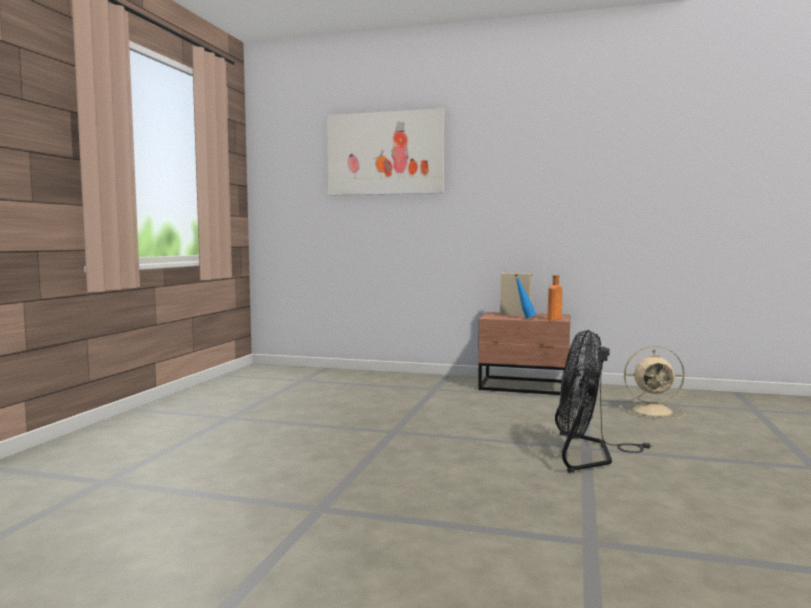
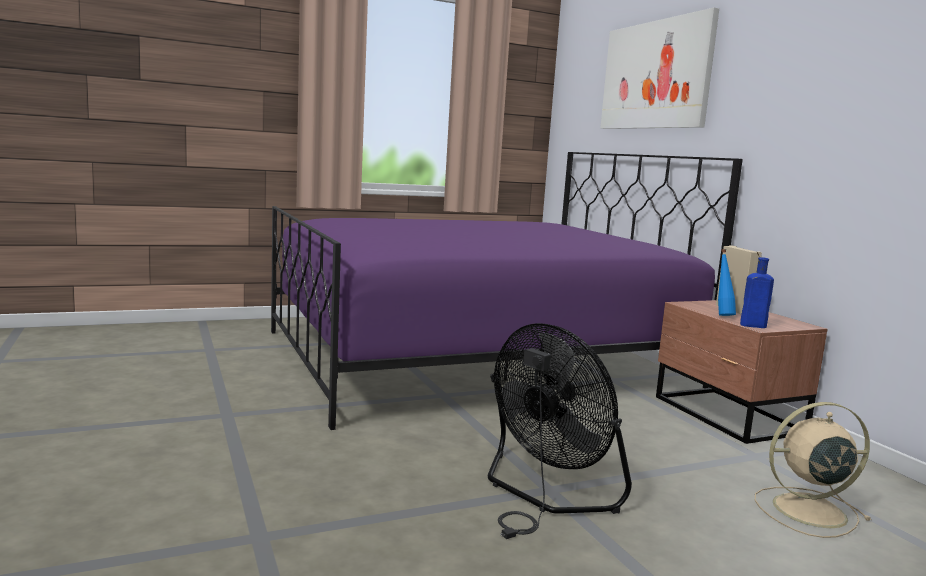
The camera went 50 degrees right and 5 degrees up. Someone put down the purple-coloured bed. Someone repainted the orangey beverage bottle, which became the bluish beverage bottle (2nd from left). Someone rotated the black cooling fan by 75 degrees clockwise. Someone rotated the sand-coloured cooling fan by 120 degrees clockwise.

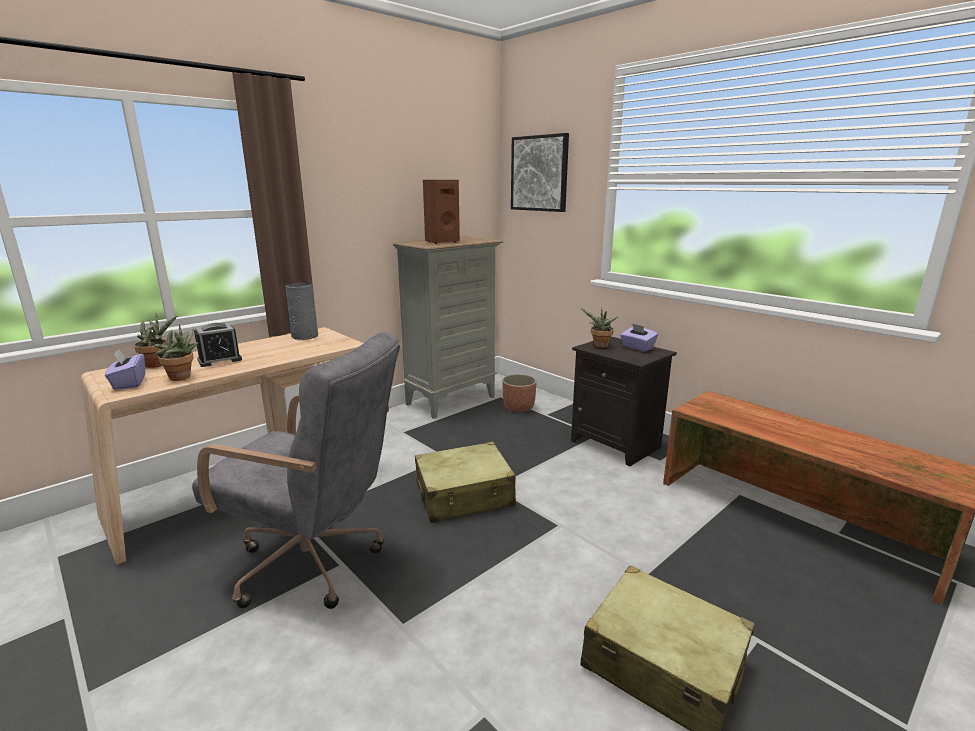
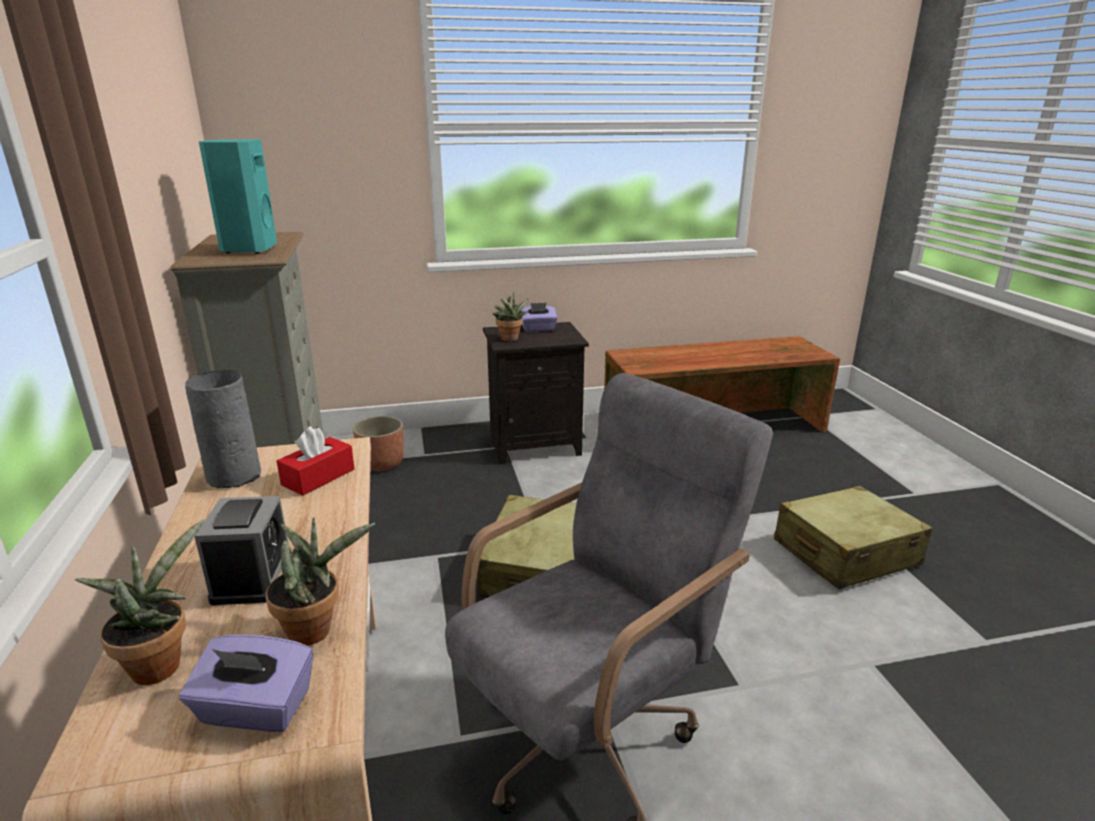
The camera went 60 degrees left and 5 degrees up. Someone took away the picture. Someone put down the red-coloured tissue holder. Someone repainted the brownish speaker, which became the turquoise speaker.

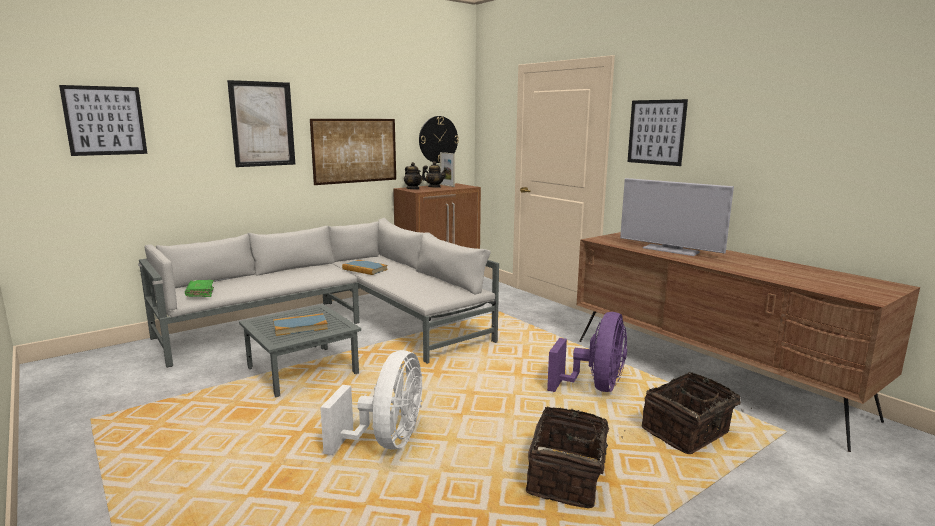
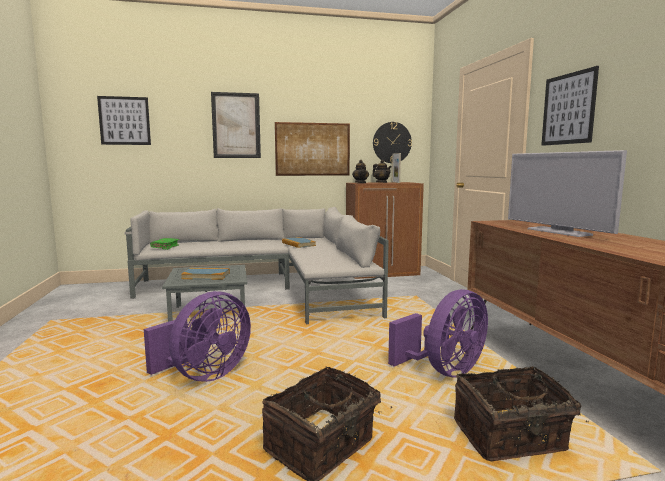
The camera went 25 degrees right and 5 degrees down. Someone repainted the whitish cooling fan, which became the purple-coloured cooling fan (1st from left).

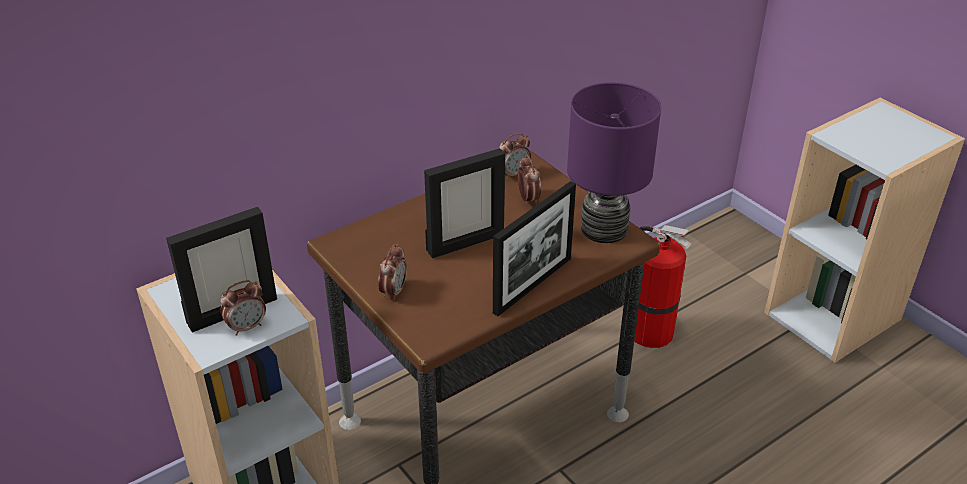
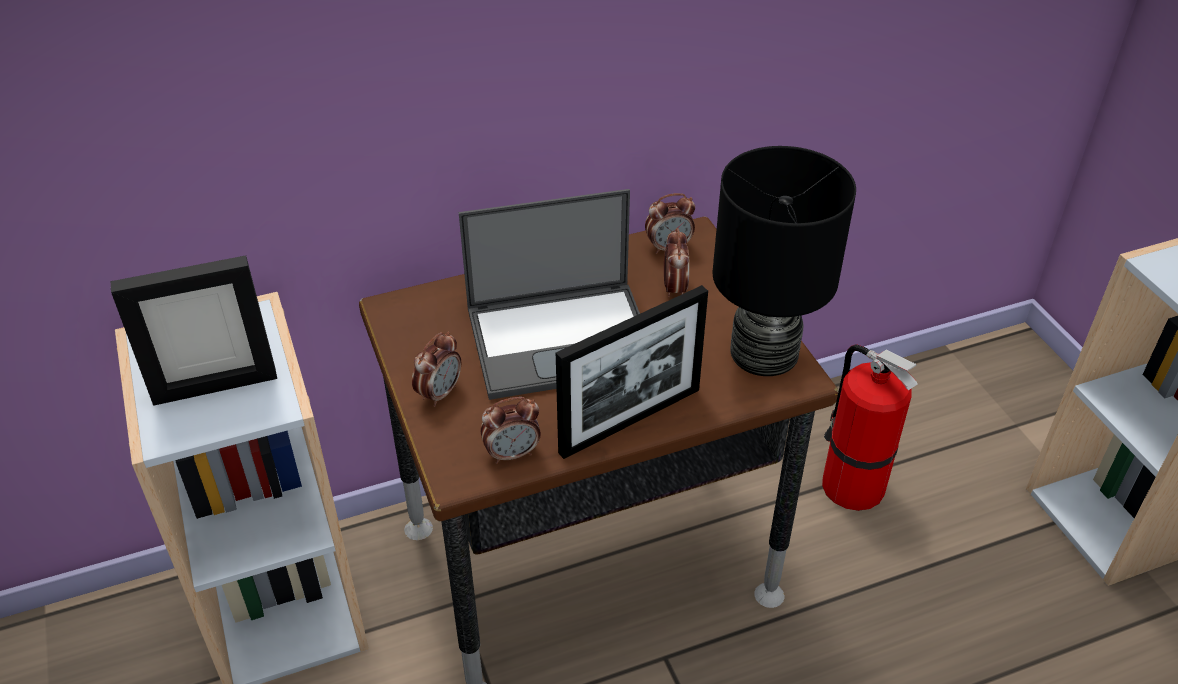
The camera went 15 degrees right and 5 degrees up. Someone carried the alarm clock (1st from left in the first image). Someone swapped the picture frame (2nd from left) for the portable computer. Someone repainted the purple-coloured tabletop lamp, which became the black tabletop lamp.

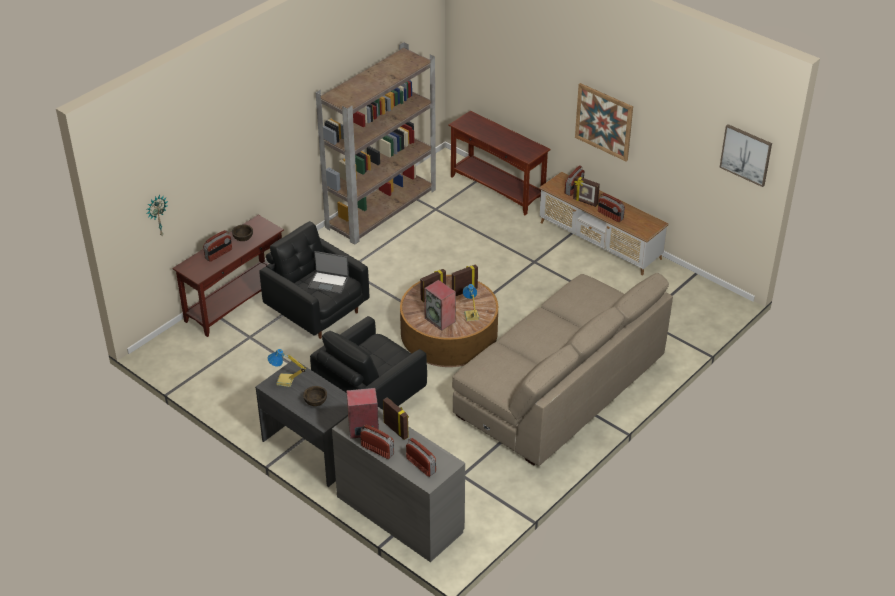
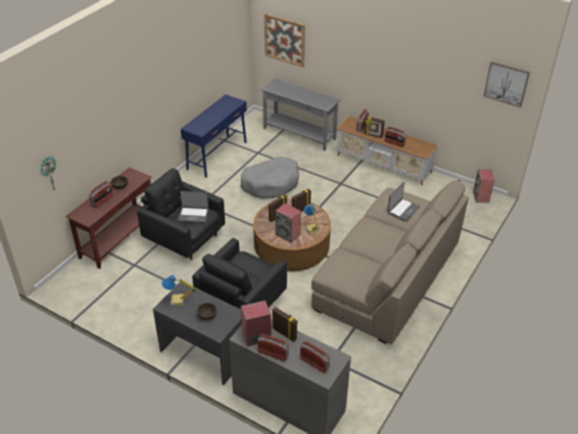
The camera went 10 degrees left and 0 degrees up. Someone put down the grey dog bed. Someone put down the portable computer (2nd from left). Someone put down the speaker (3rd from left). Someone carried the picture (1st from left). Someone swapped the brownish bookcase for the bluish narrow table. Someone repainted the brownish narrow table (2nd from left), which became the grey narrow table.

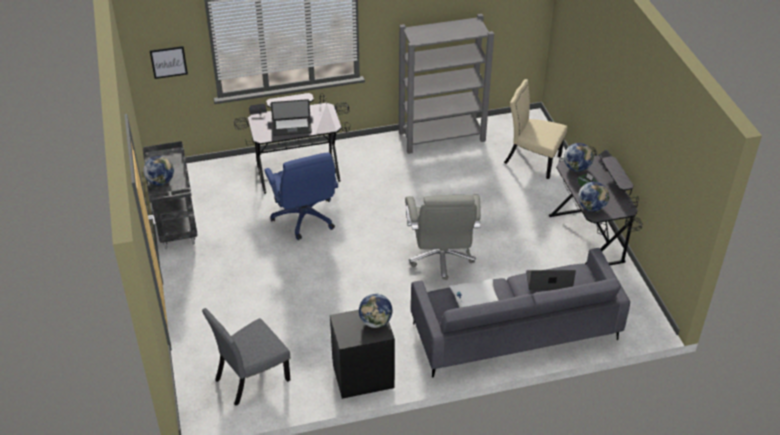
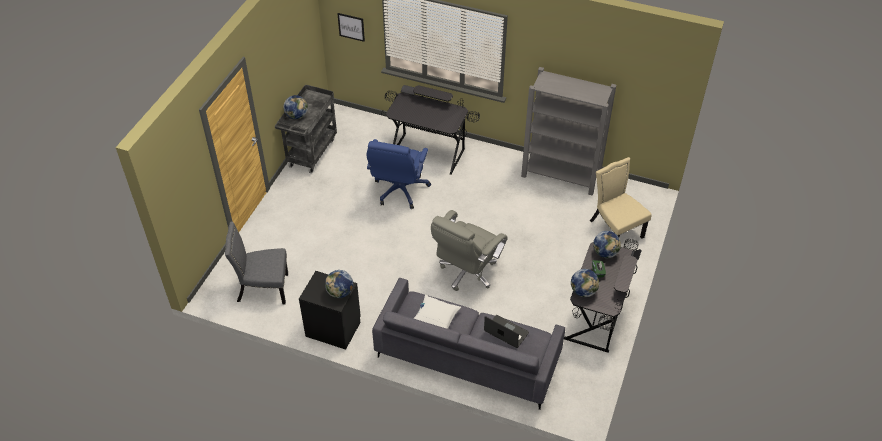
The camera went 35 degrees right and 5 degrees up. Someone took away the portable computer (1st from left).

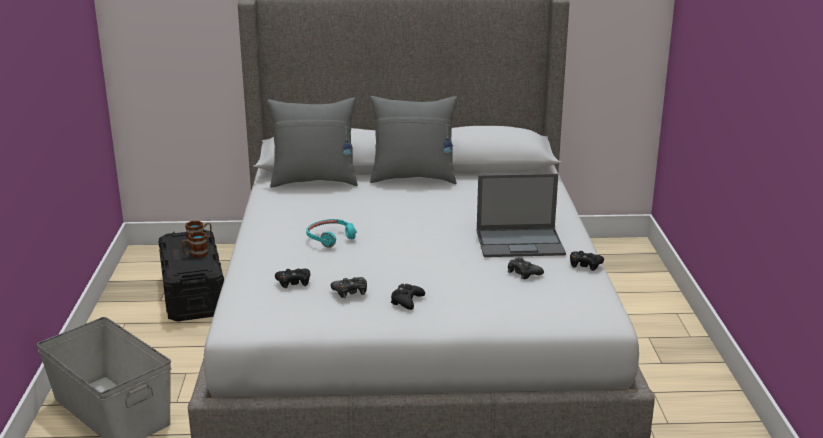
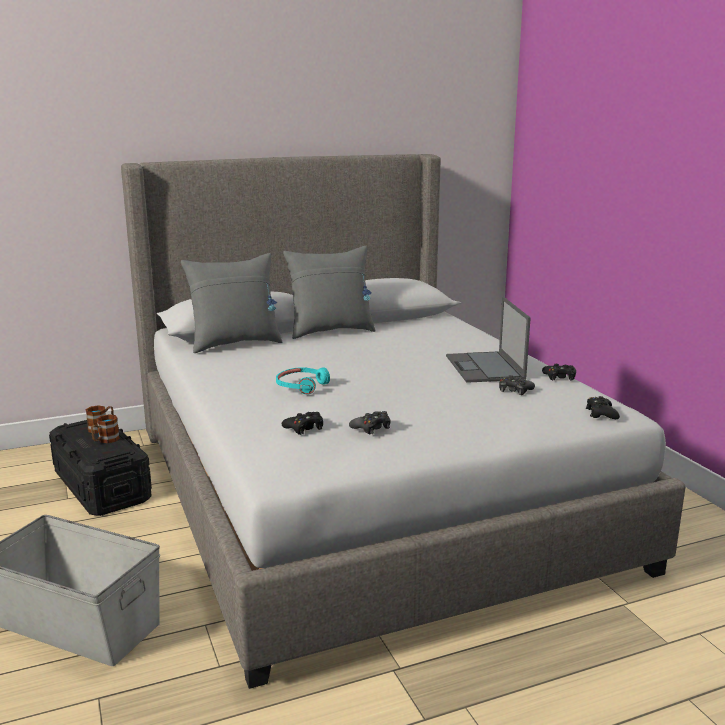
The camera went 20 degrees left and 5 degrees down. Someone carried the black joypad (3rd from left in the first image). Someone rotated the portable computer by 105 degrees clockwise.

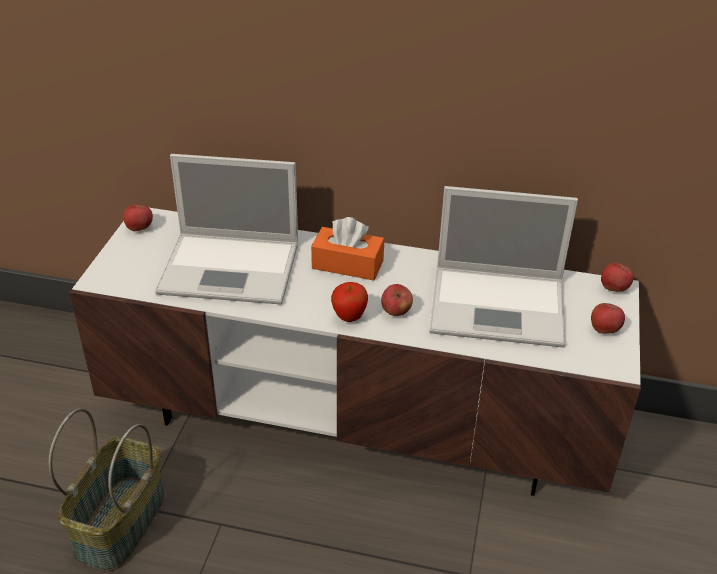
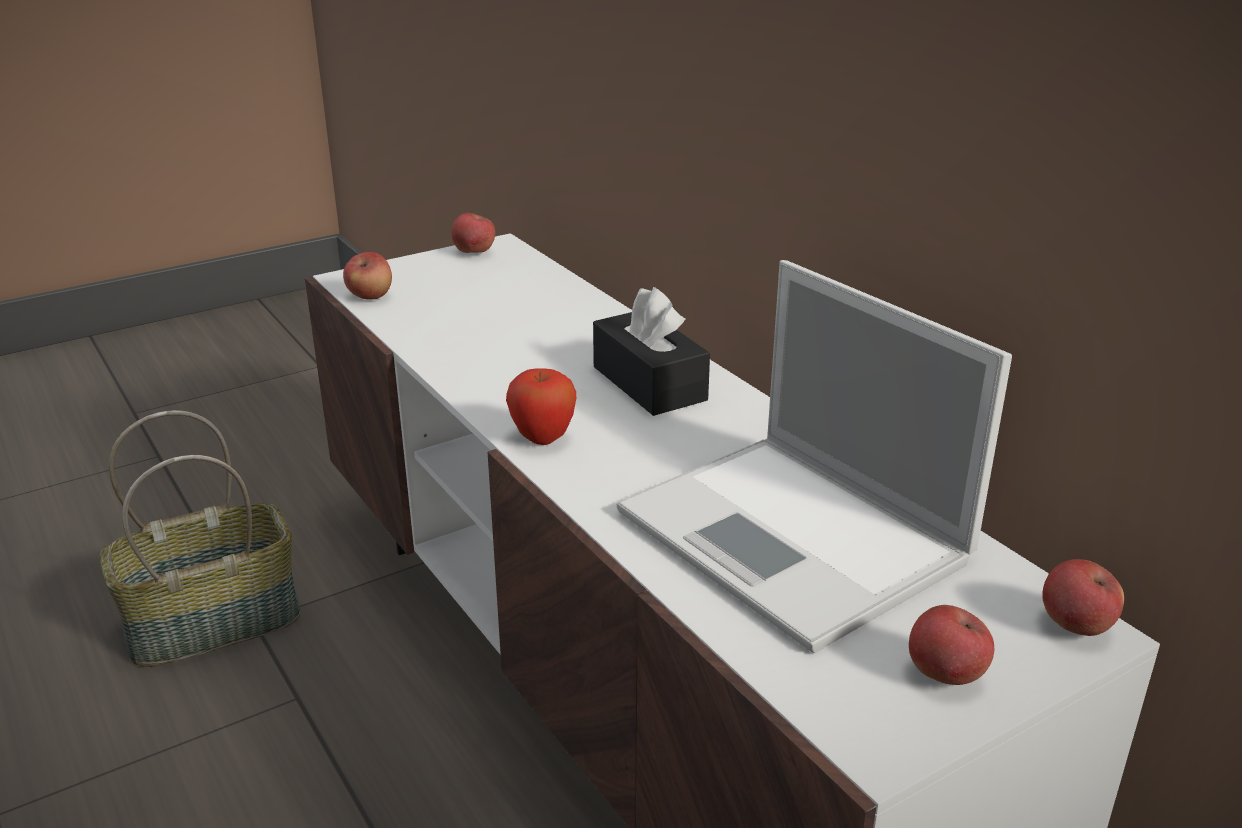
The camera went 45 degrees right and 10 degrees down. Someone took away the portable computer (1st from left). Someone carried the apple fruit (3rd from left in the first image). Someone repainted the orangey tissue holder, which became the black tissue holder.

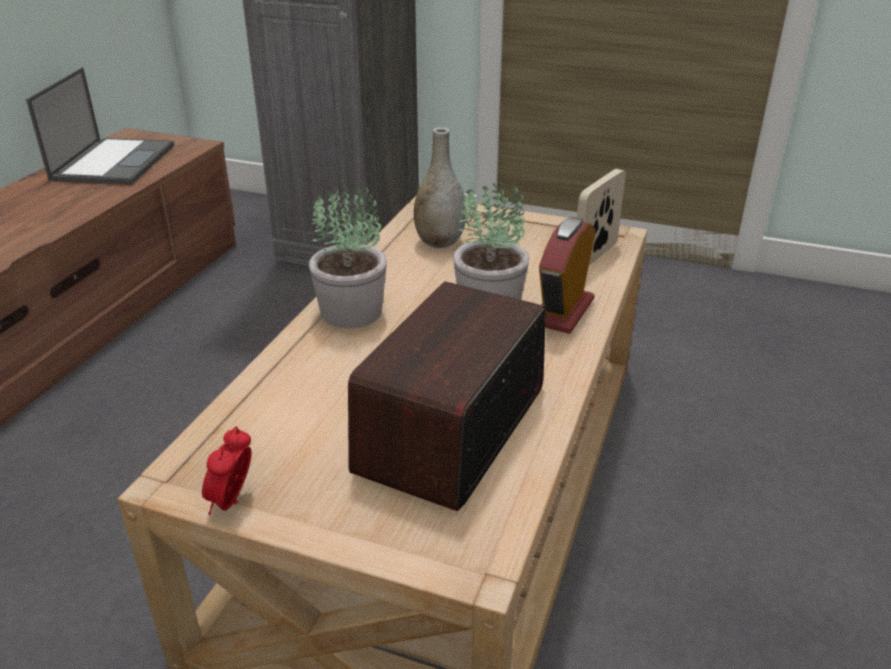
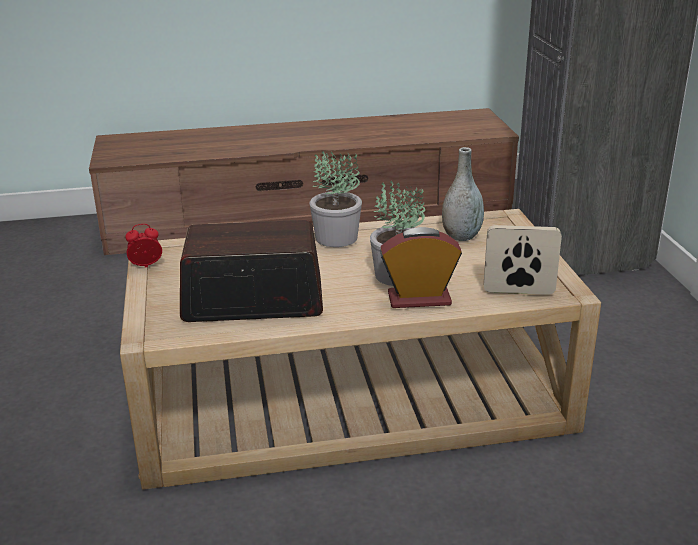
The camera went 60 degrees right and 5 degrees down. Someone took away the portable computer.

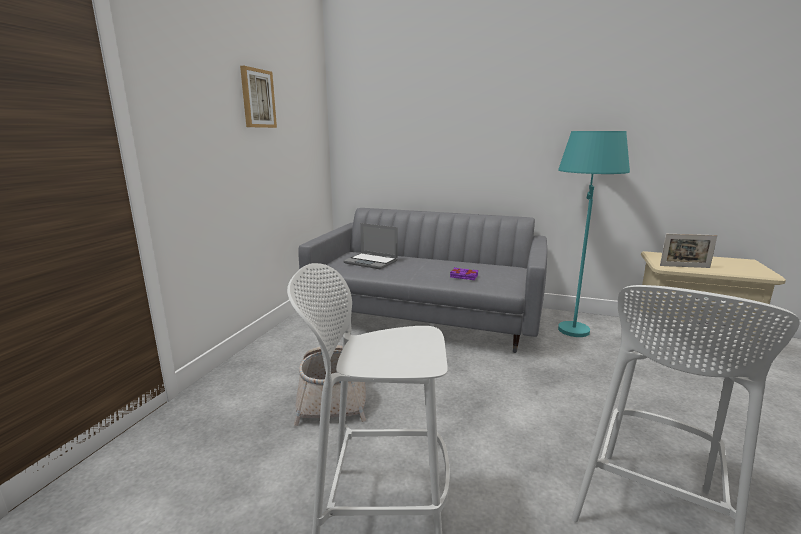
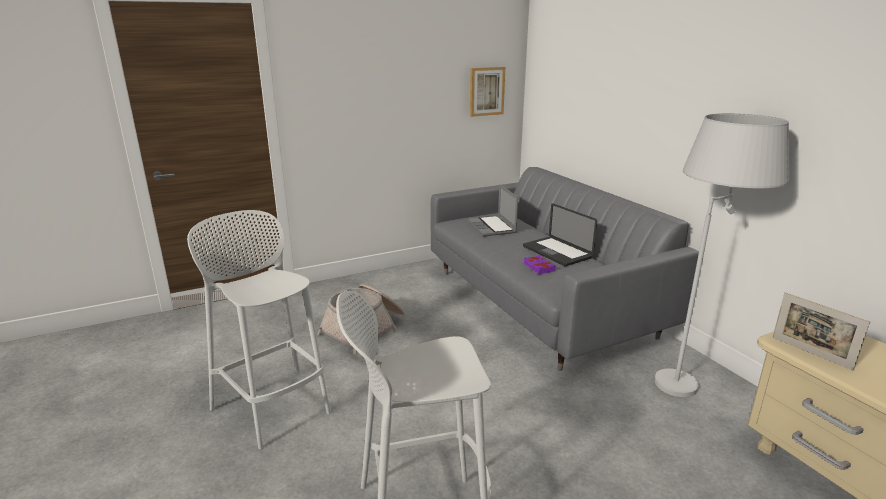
The camera went 45 degrees right and 5 degrees up. Someone put down the portable computer (2nd from left). Someone carried the picture. Someone repainted the turquoise floor lamp, which became the whitish floor lamp.

